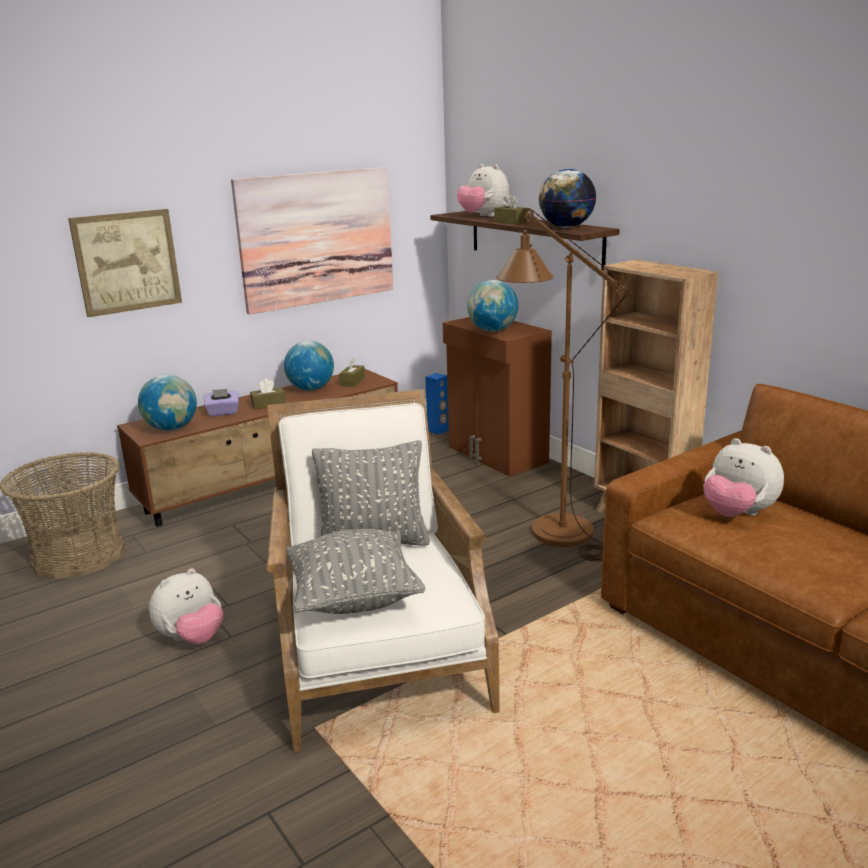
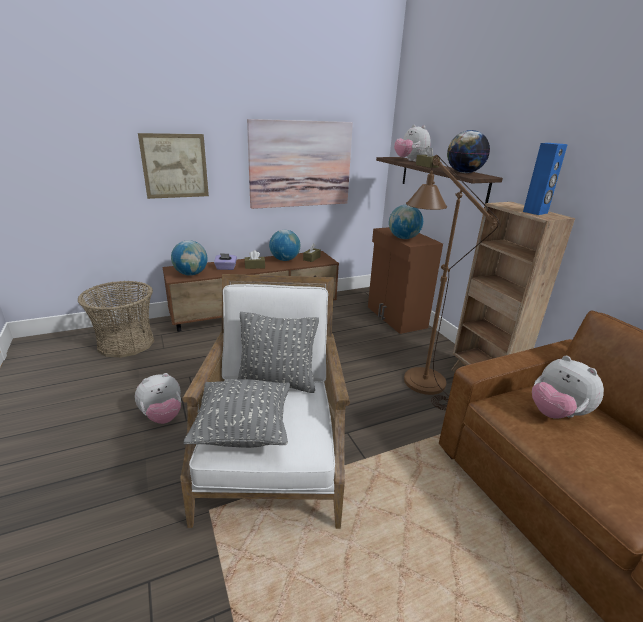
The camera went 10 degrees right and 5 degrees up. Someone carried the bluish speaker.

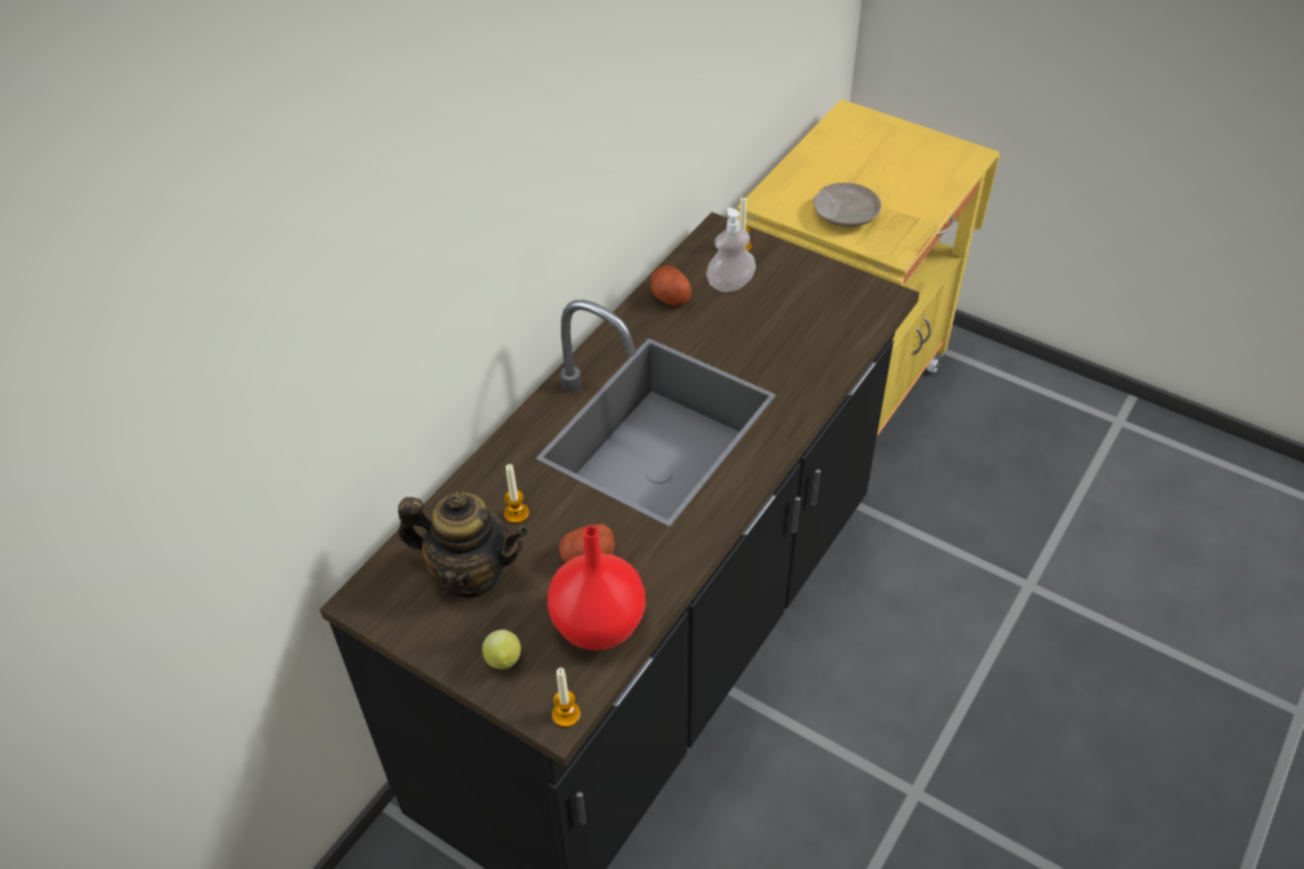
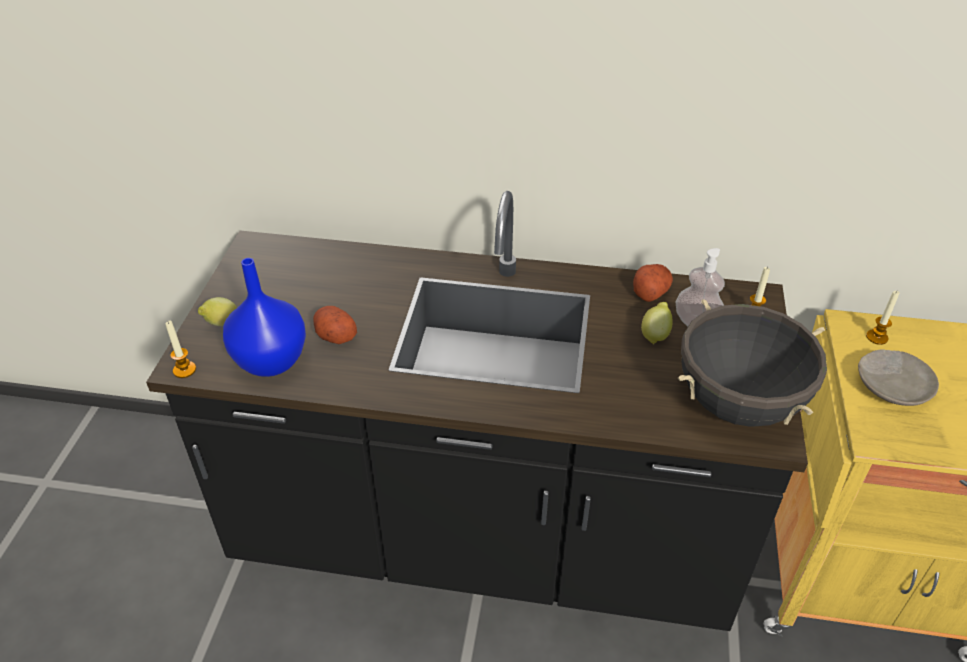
The camera went 65 degrees right and 5 degrees down. Someone took away the teapot. Someone put down the lemon (2nd from left). Someone put down the black cooking pot. Someone carried the wax candle (1st from left in the first image). Someone repainted the red-coloured flower vase, which became the bluish flower vase.

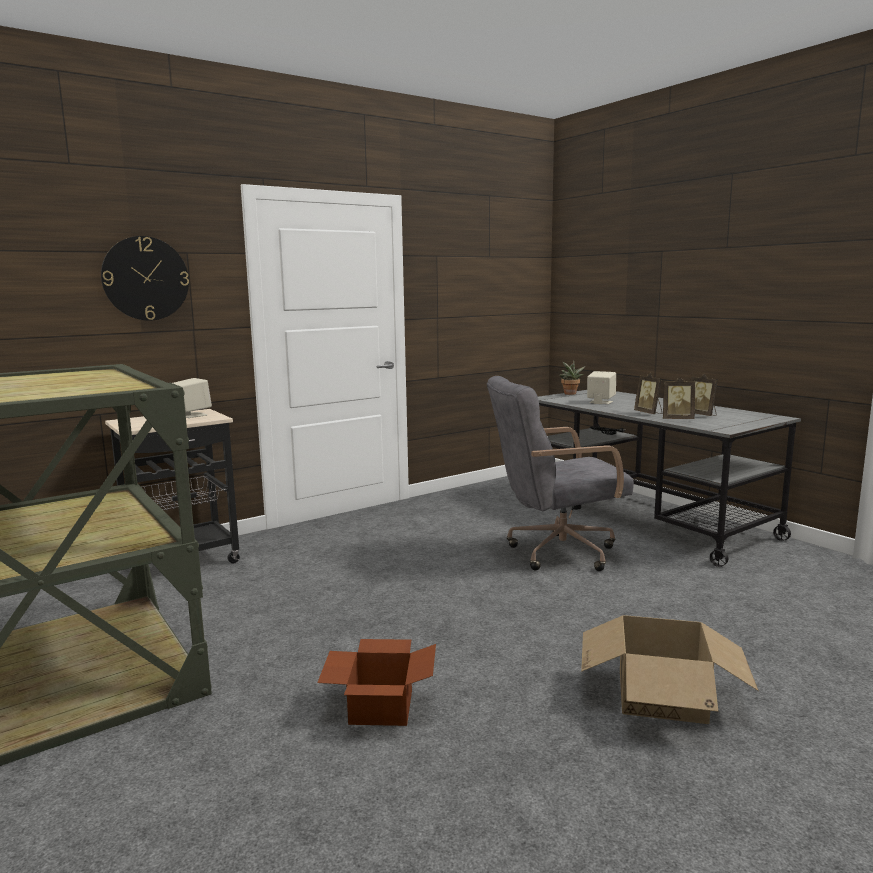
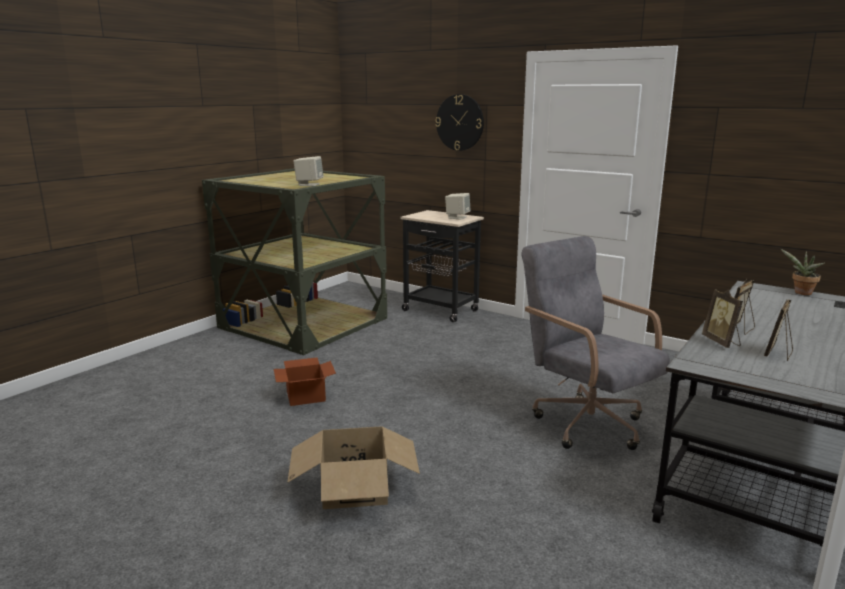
The camera went 70 degrees right and 5 degrees up. Someone carried the sand-coloured speaker (2nd from left in the first image).

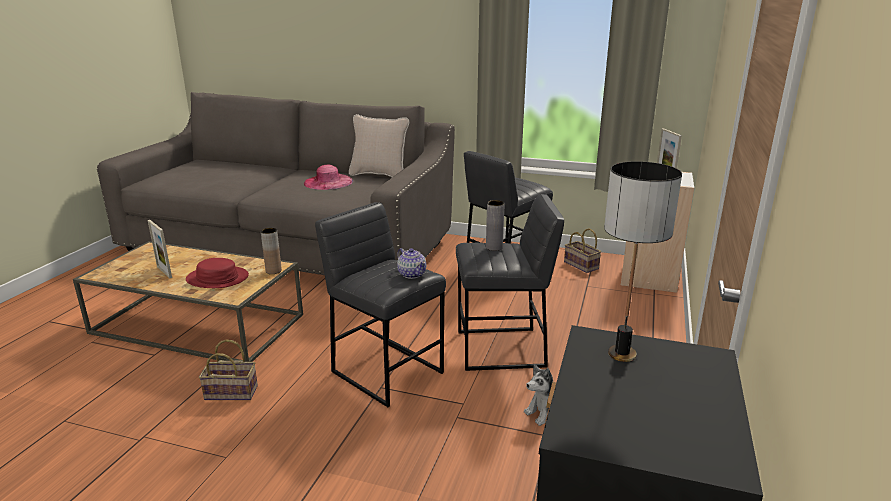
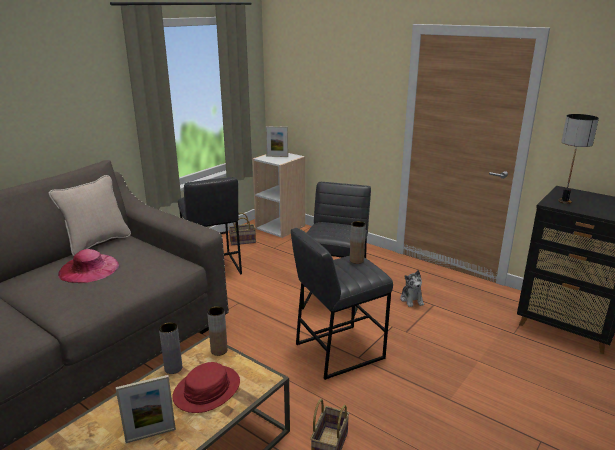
The camera went 70 degrees left and 0 degrees up. Someone carried the grey flower vase. Someone swapped the teapot for the brownish flower vase (2nd from left).

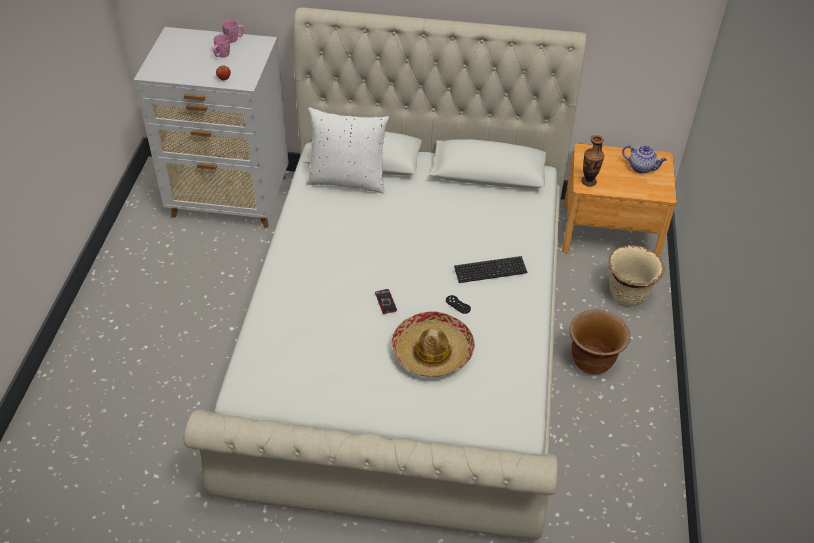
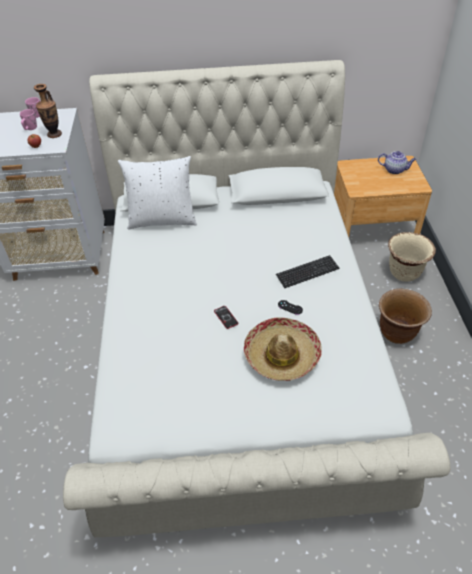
The camera went 10 degrees left and 0 degrees up. Someone carried the flower vase.

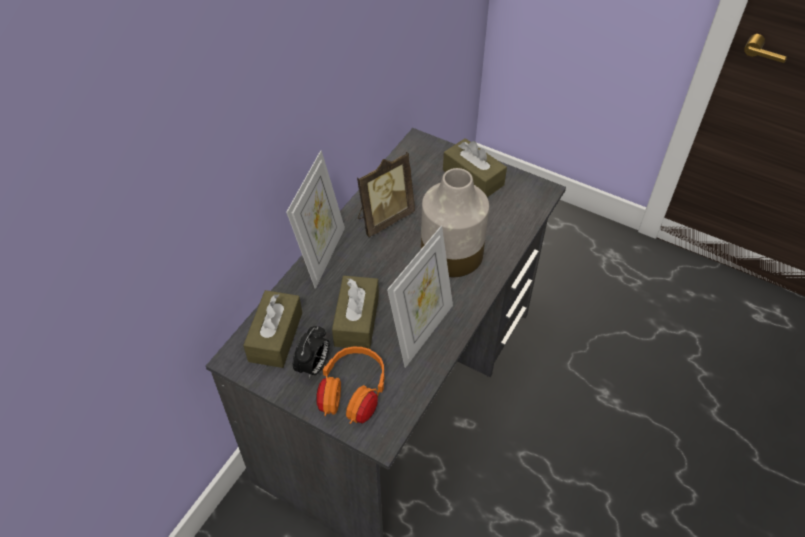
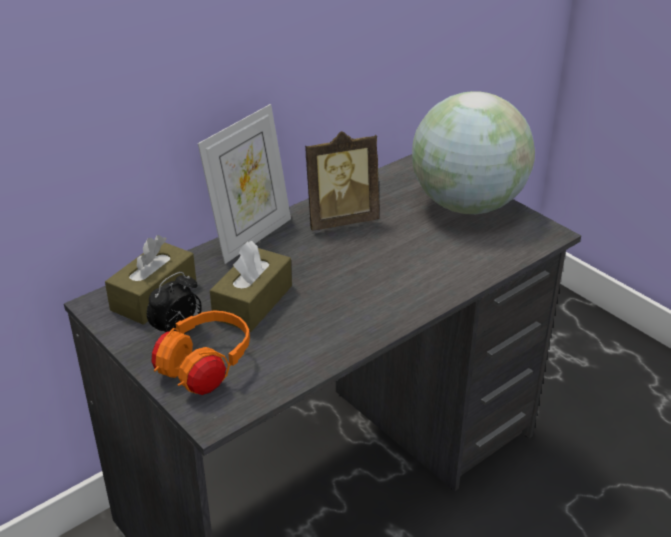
The camera went 20 degrees right and 15 degrees down. Someone took away the picture frame (3rd from left). Someone took away the sand-coloured flower vase. Someone swapped the brownish tissue holder (3rd from left) for the globe.

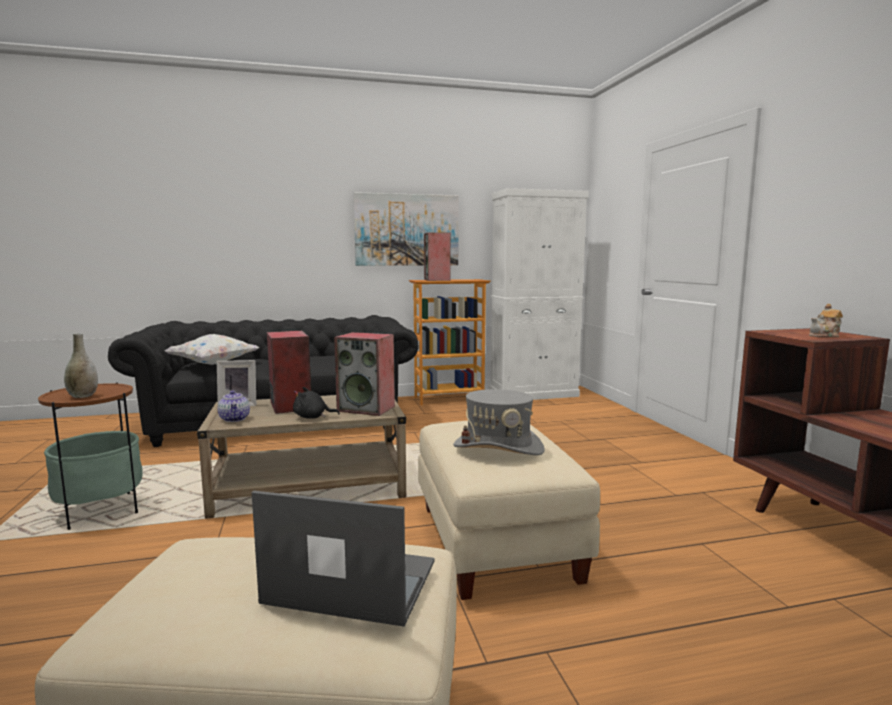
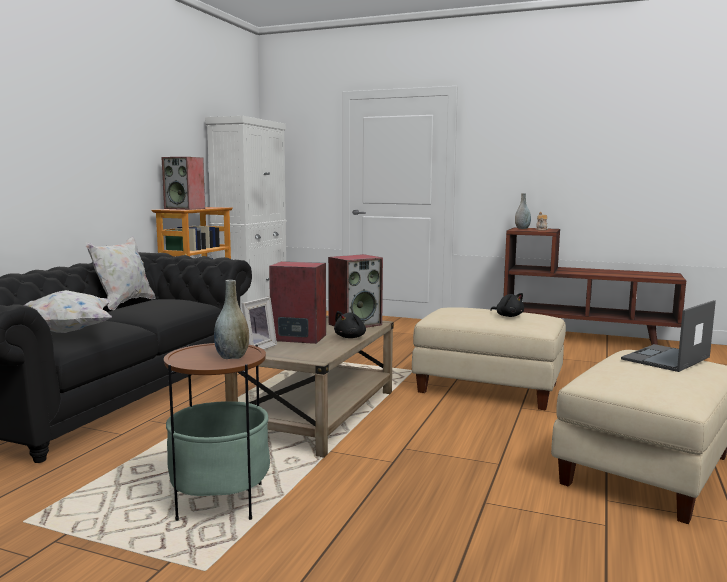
The camera went 55 degrees left and 0 degrees up. Someone took away the teapot (1st from left). Someone took away the picture. Someone put down the whitish pillow (2nd from left). Someone put down the grey flower vase (2nd from left). Someone swapped the grey wearable hat for the black soft toy (2nd from left).

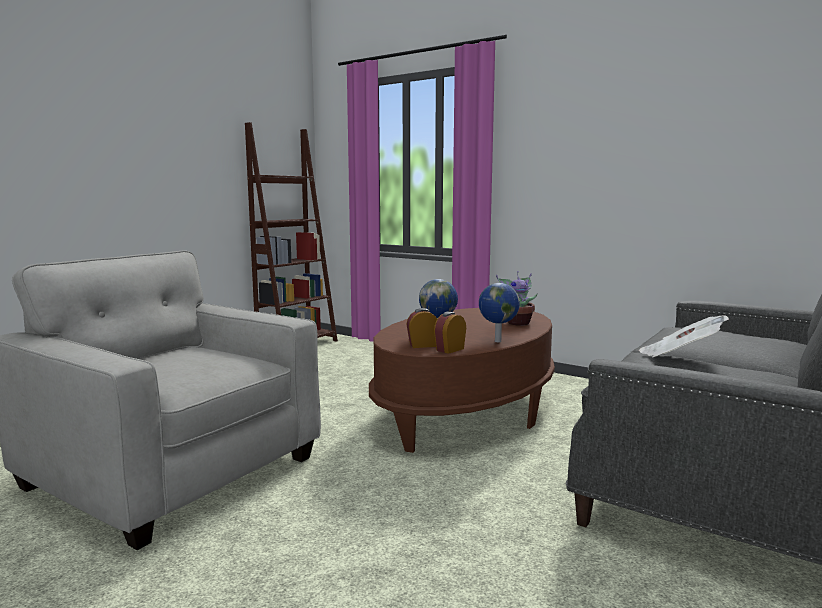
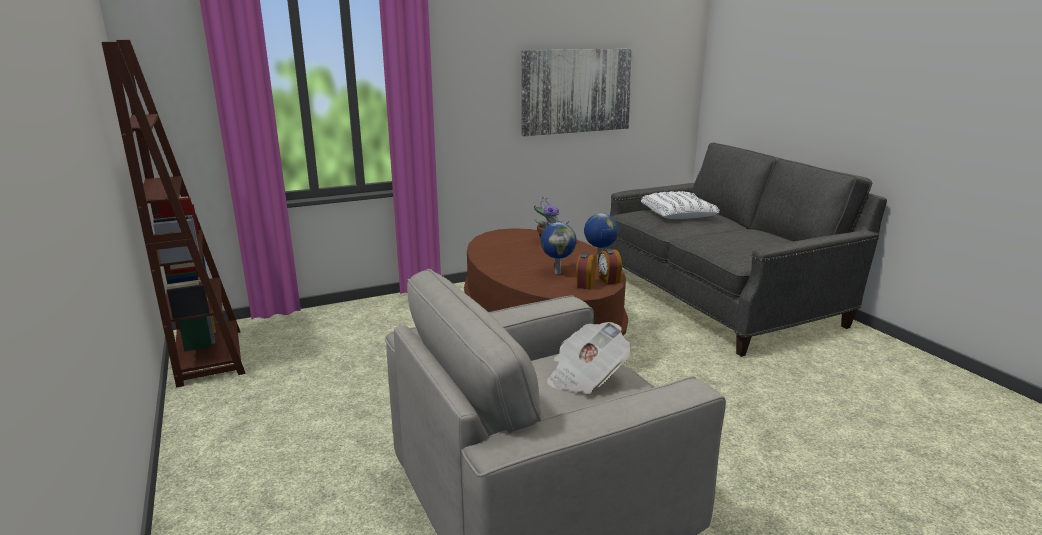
The camera went 60 degrees left and 10 degrees up. Someone put up the picture. Someone put down the whitish pillow. Someone carried the daily paper.

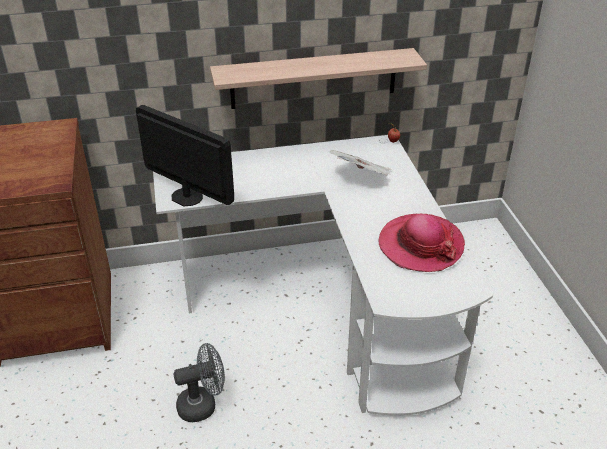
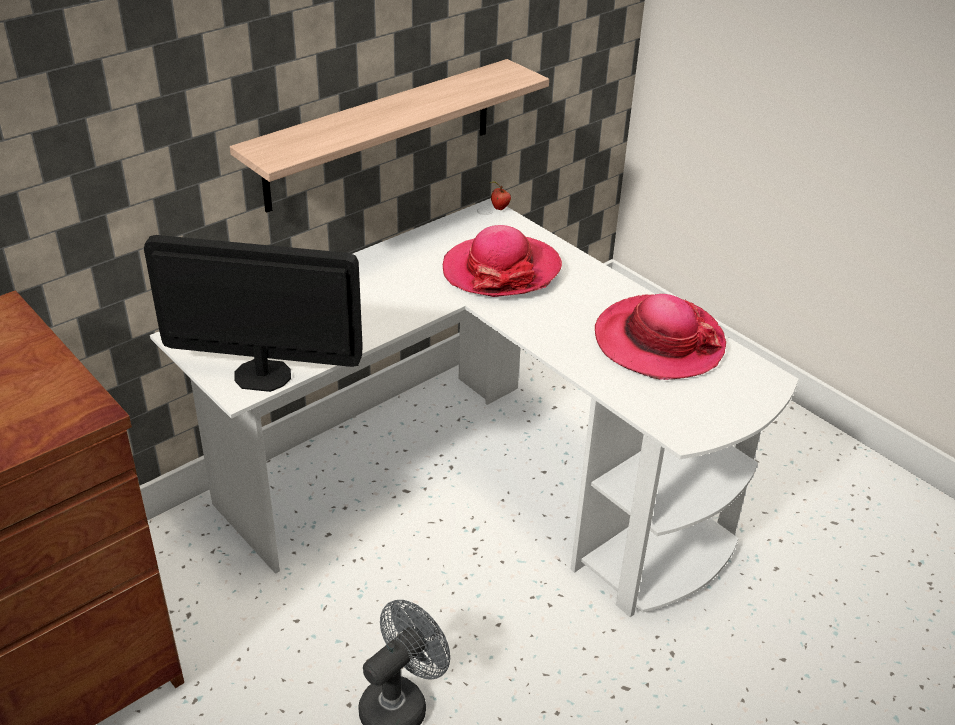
The camera went 30 degrees left and 0 degrees up. Someone swapped the daily paper for the wearable hat (1st from left).

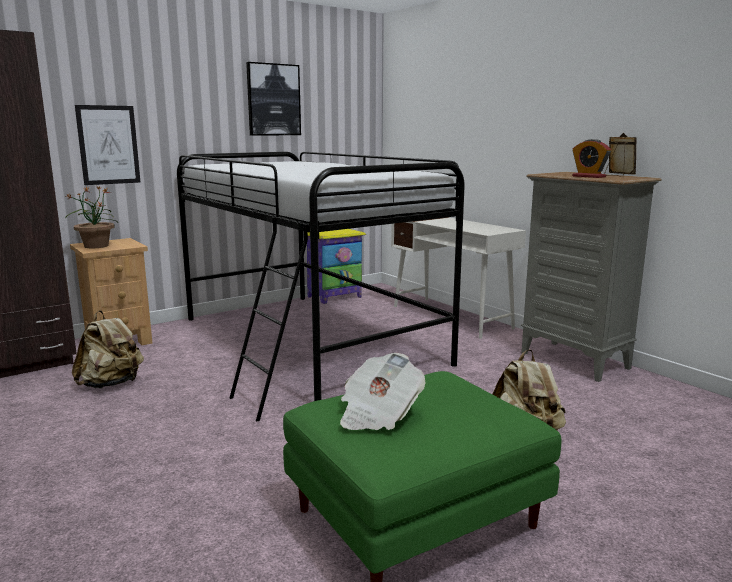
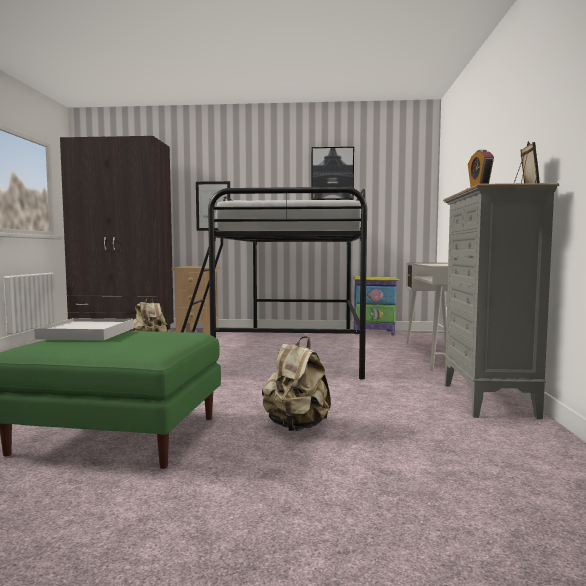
The camera went 40 degrees right and 10 degrees down. Someone took away the potted plant. Someone swapped the daily paper for the whitish serving tray.

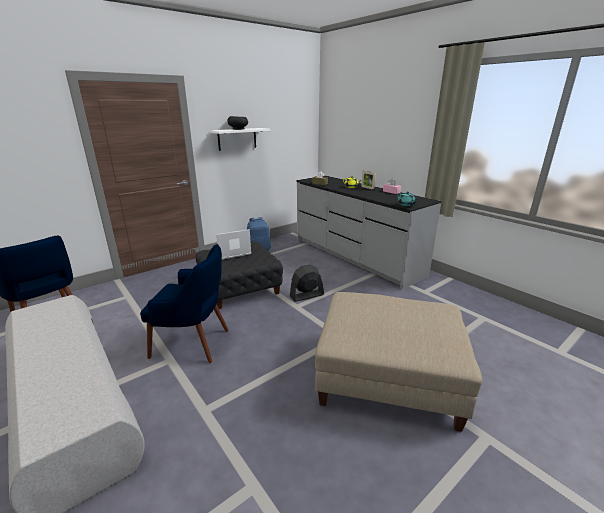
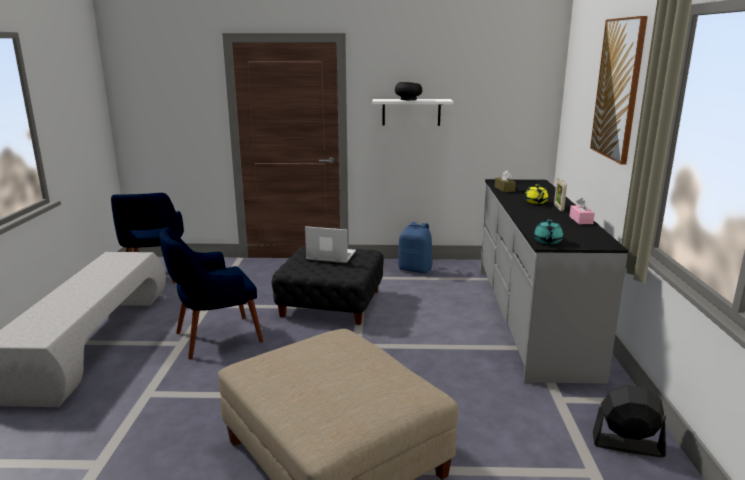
The camera went 40 degrees right and 5 degrees down. Someone put up the picture. Someone carried the black cooling fan. Someone rotated the bluish easy chair (2nd from left) by 105 degrees clockwise.

